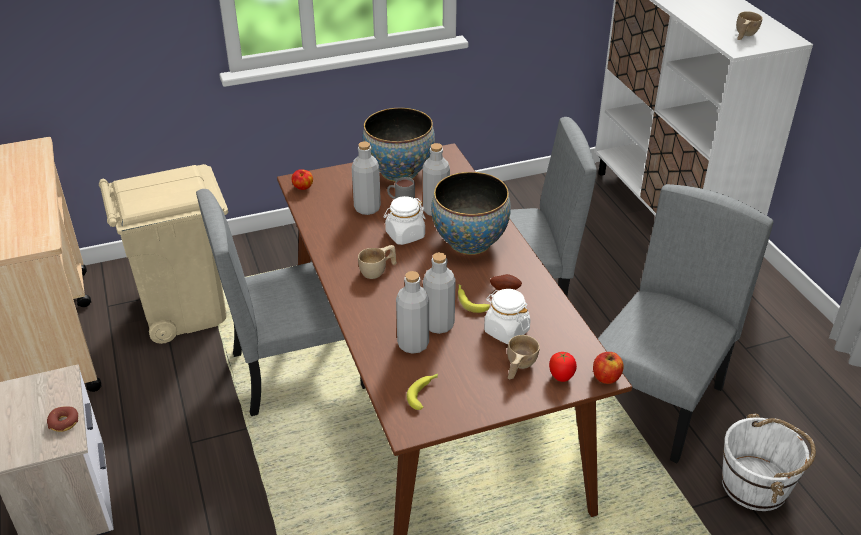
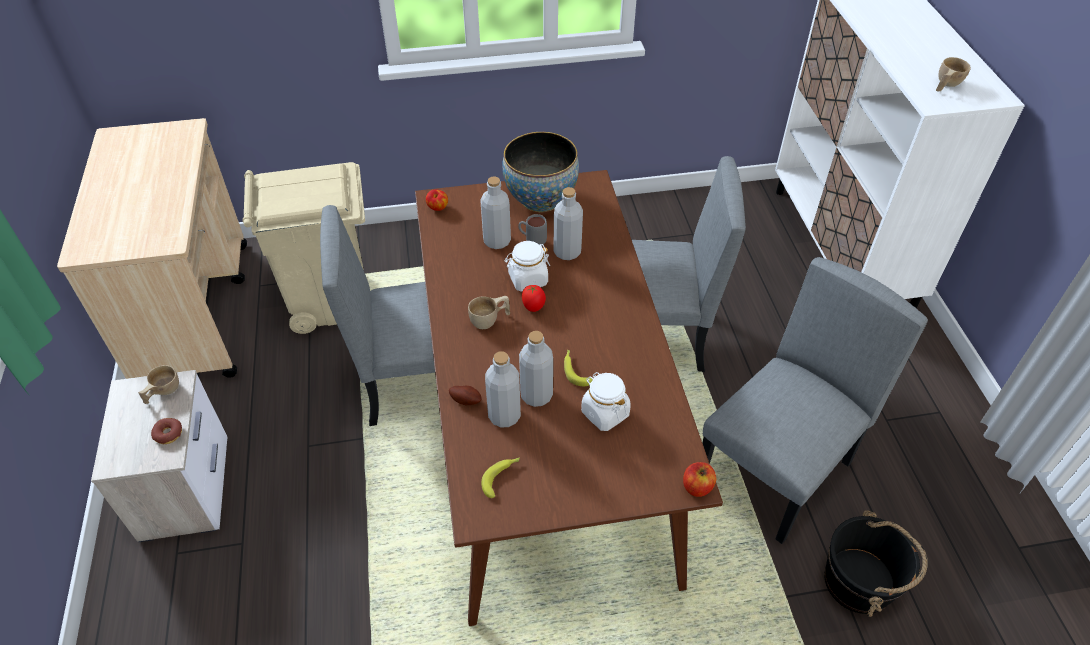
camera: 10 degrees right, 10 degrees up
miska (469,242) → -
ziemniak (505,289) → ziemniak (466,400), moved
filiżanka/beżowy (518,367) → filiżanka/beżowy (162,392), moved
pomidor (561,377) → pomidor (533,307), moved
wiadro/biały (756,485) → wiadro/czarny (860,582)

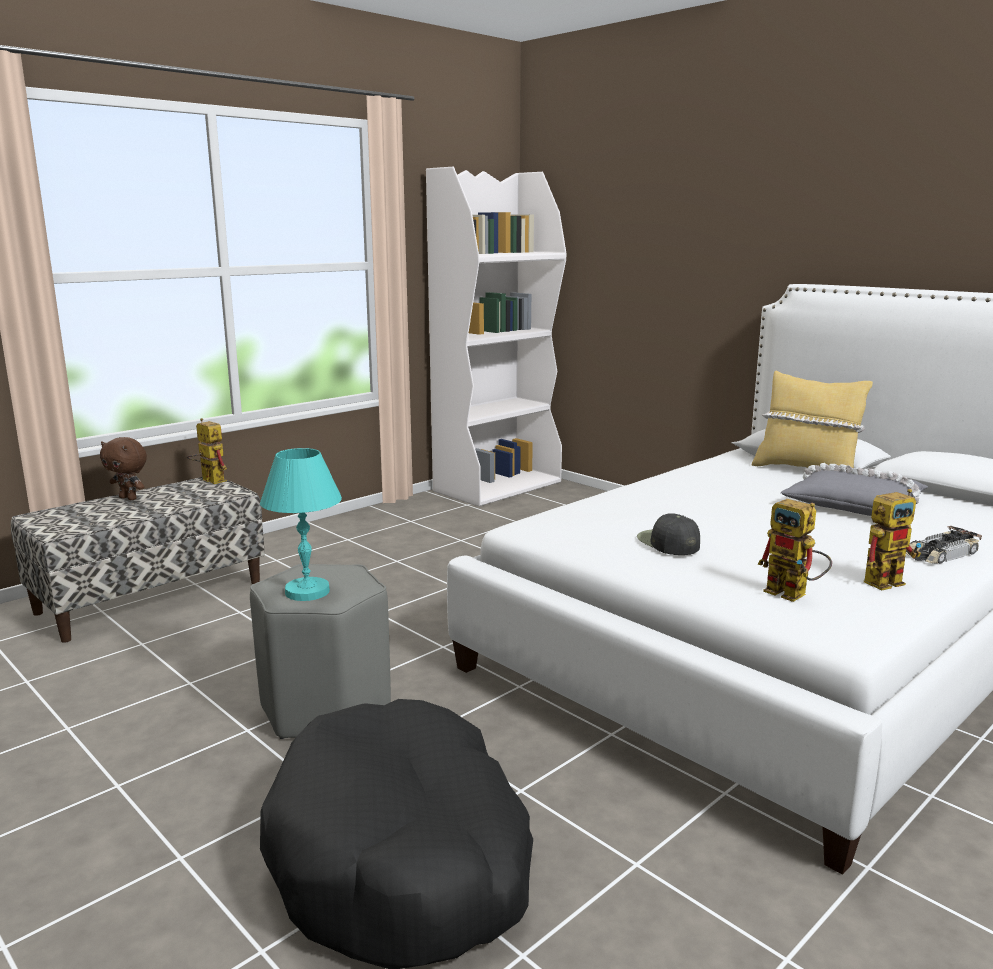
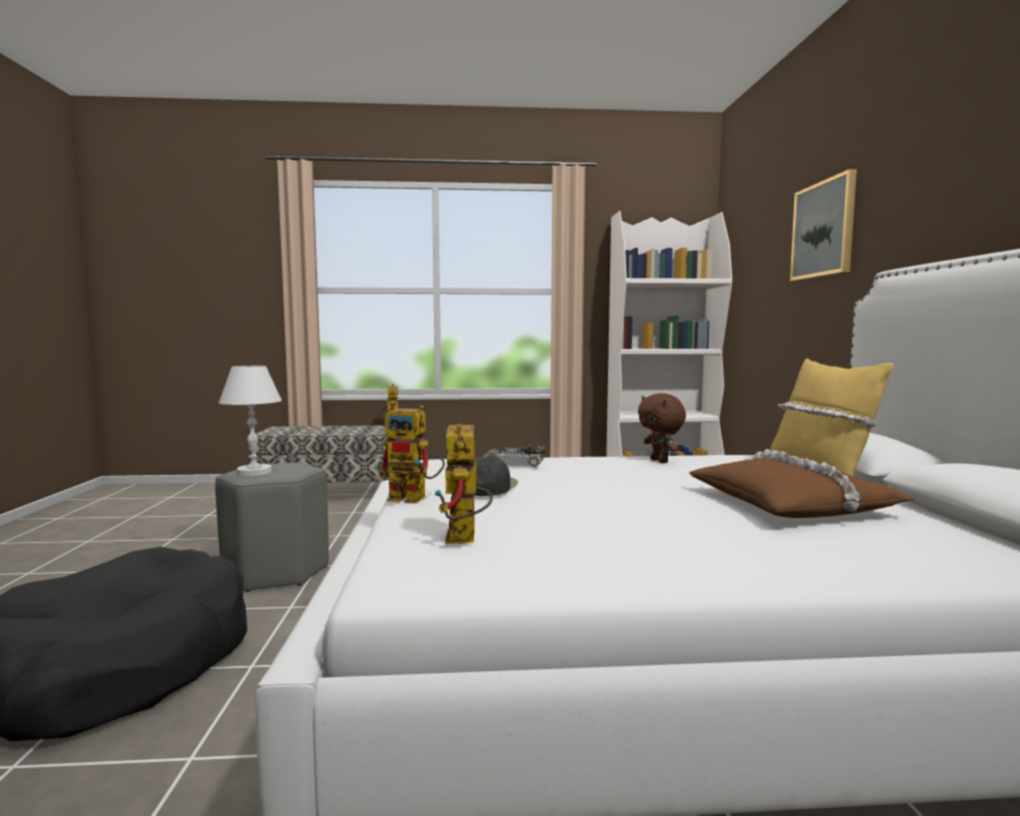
camera: 40 degrees right, 10 degrees down
pluszak/brązowy (129,498) → pluszak/brązowy (660,461), moved
lampa stołowa/turkusowy (307,592) → lampa stołowa/biały (254,472)
poduszka/szary (854,504) → poduszka/brązowy (792,505)
robot zabawkowy (887,580) → robot zabawkowy (415,498), moved
samochodzik (940,554) → samochodzik (511,463), moved
- → obraz (824,229)

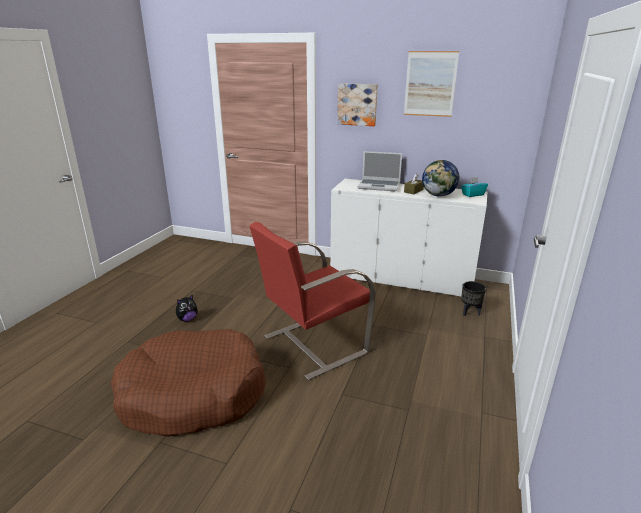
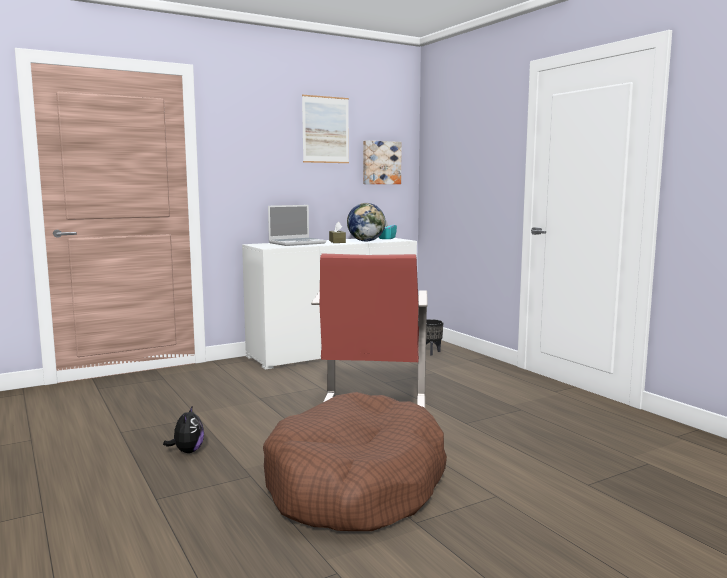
camera: 50 degrees left, 15 degrees down
obraz (357,104) → obraz (381,163), moved

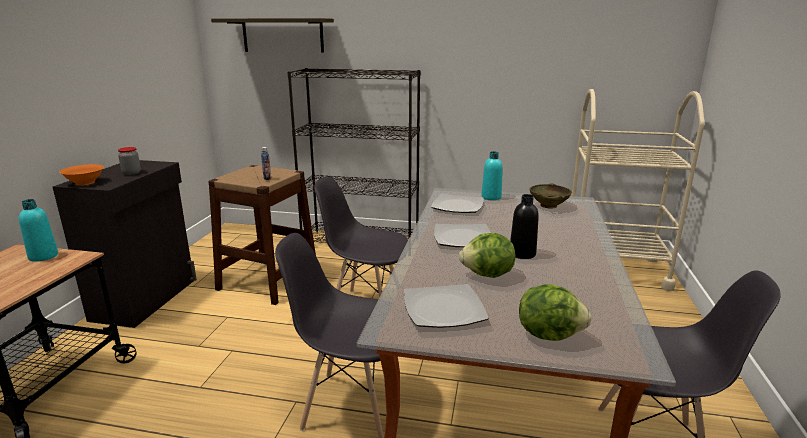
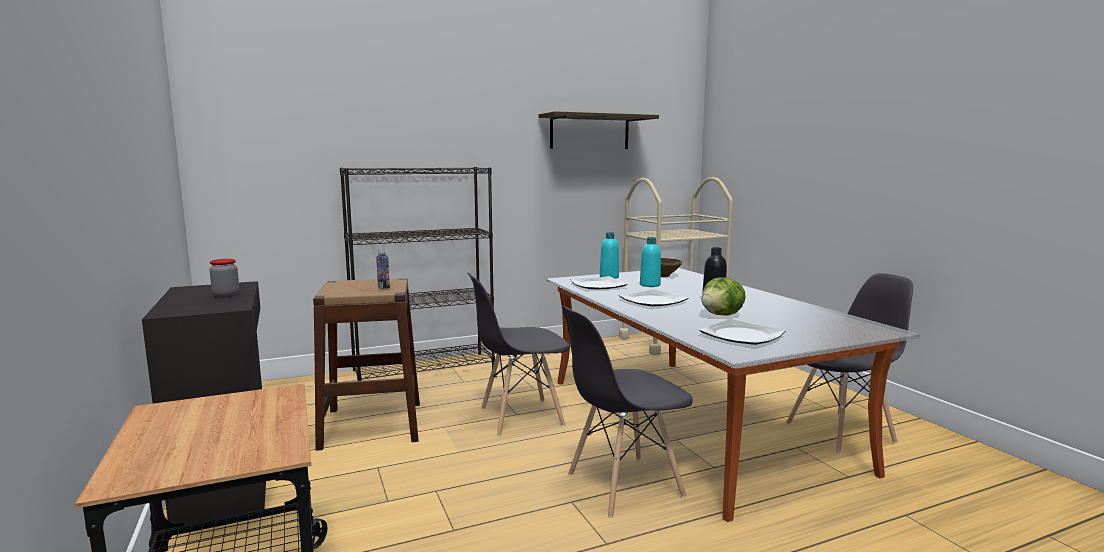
camera: 35 degrees left, 10 degrees down
butelka/turkusowy (43,256) → butelka/turkusowy (650,285), moved
miska/pomarańczowy (85,183) → -
półka (282,35) → półka (589,132), moved
sałata (549,334) → -

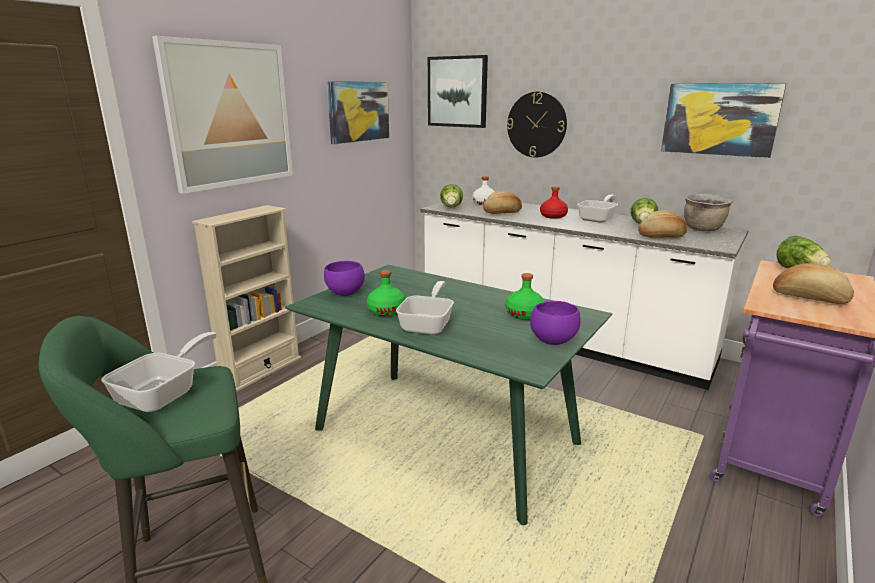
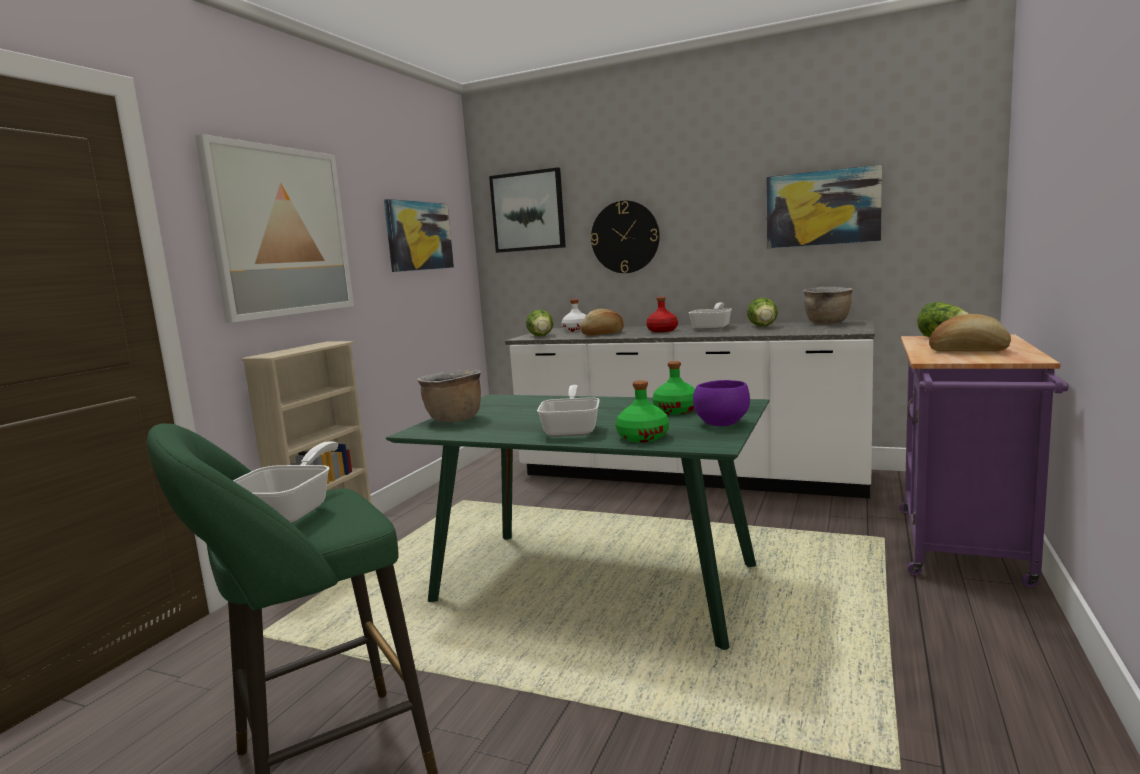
camera: 10 degrees left, 10 degrees down
miska/fioletowy (345,293) → garnek/brązowy (453,419)
butelka/zielony (386,311) → butelka/zielony (642,437), moved
chleb (662,236) → -

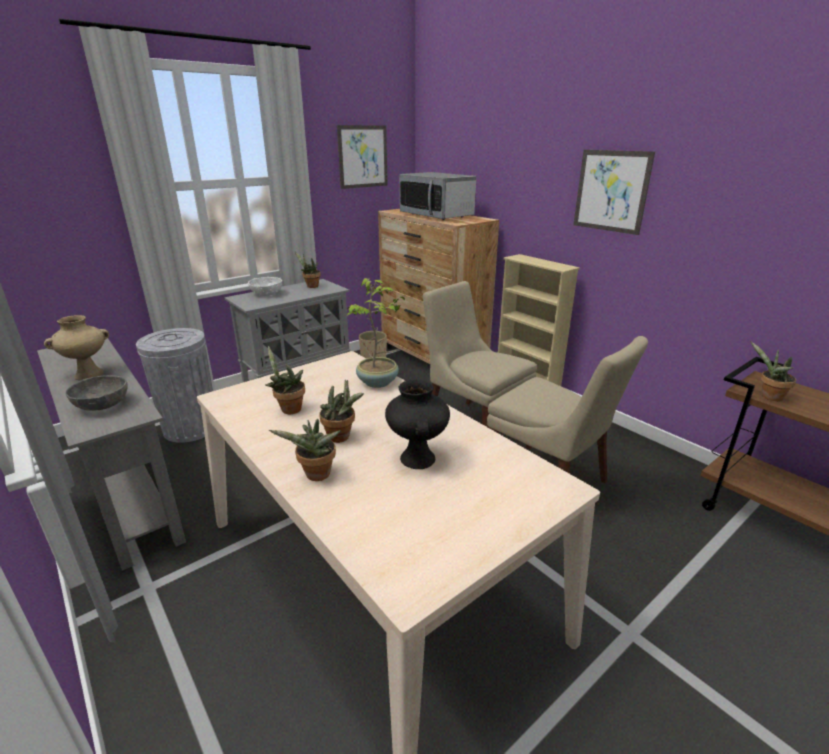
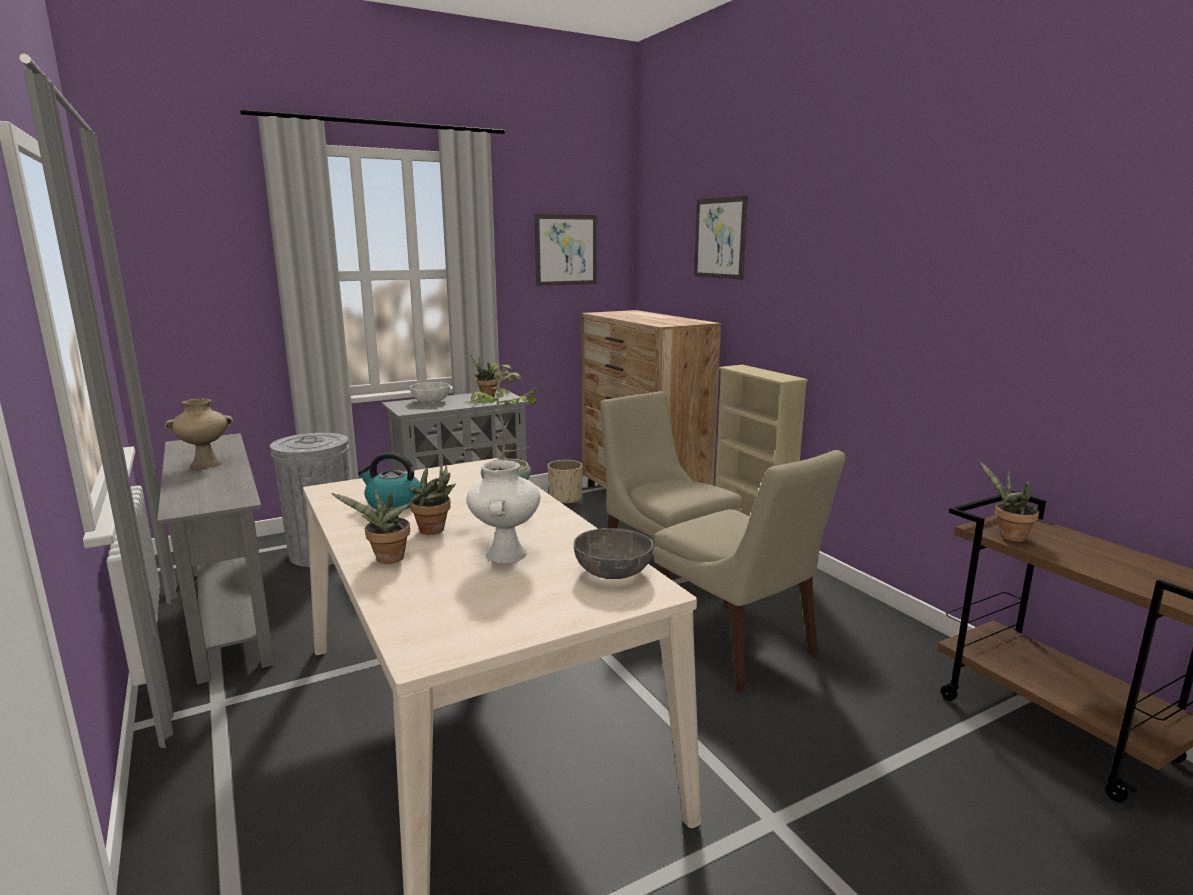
camera: 10 degrees right, 10 degrees down
miska/szary (102,405) → miska/szary (613,572), moved
roślina doniczkowa (288,409) → czajnik (393,503)
wazon/czarny (416,458) → wazon/biały (505,554)
mikrofalówka (436,215) → -
obraz (611,191) → obraz (720,238), moved

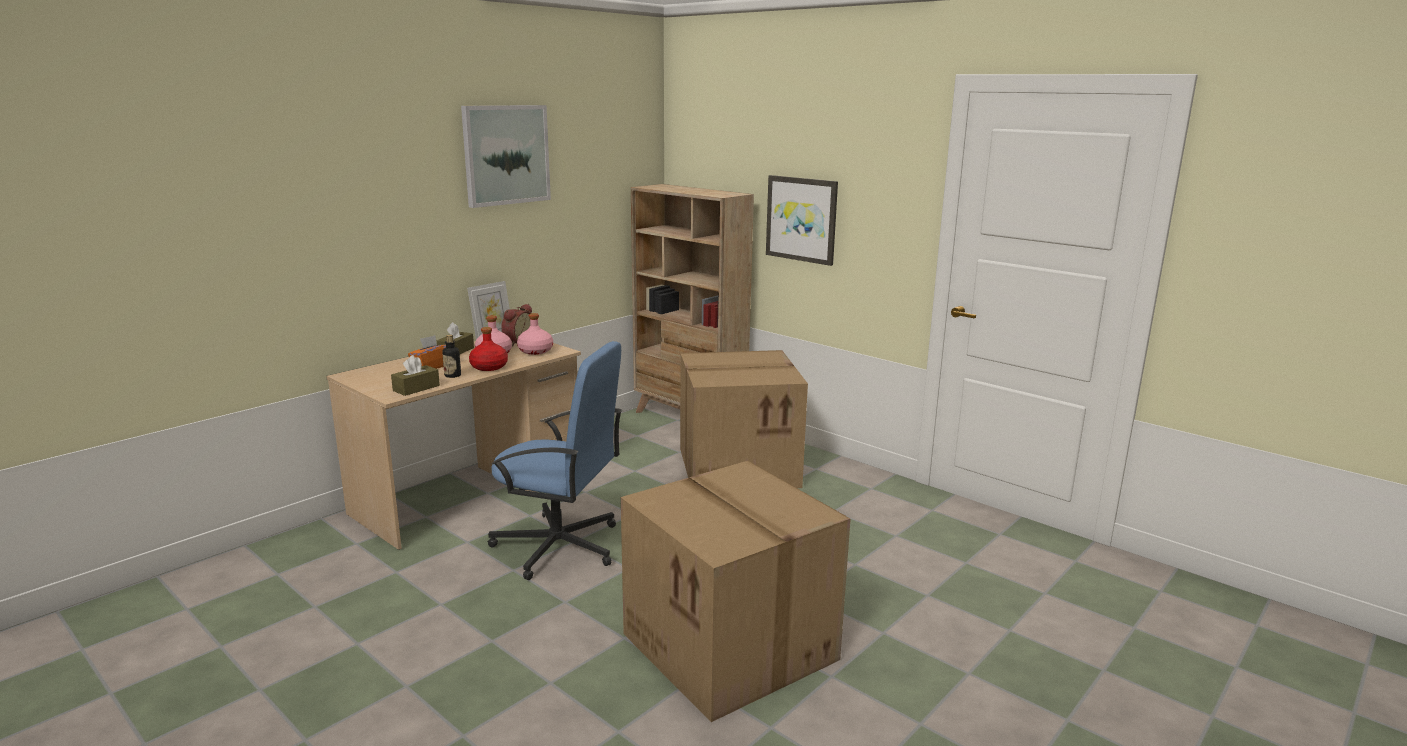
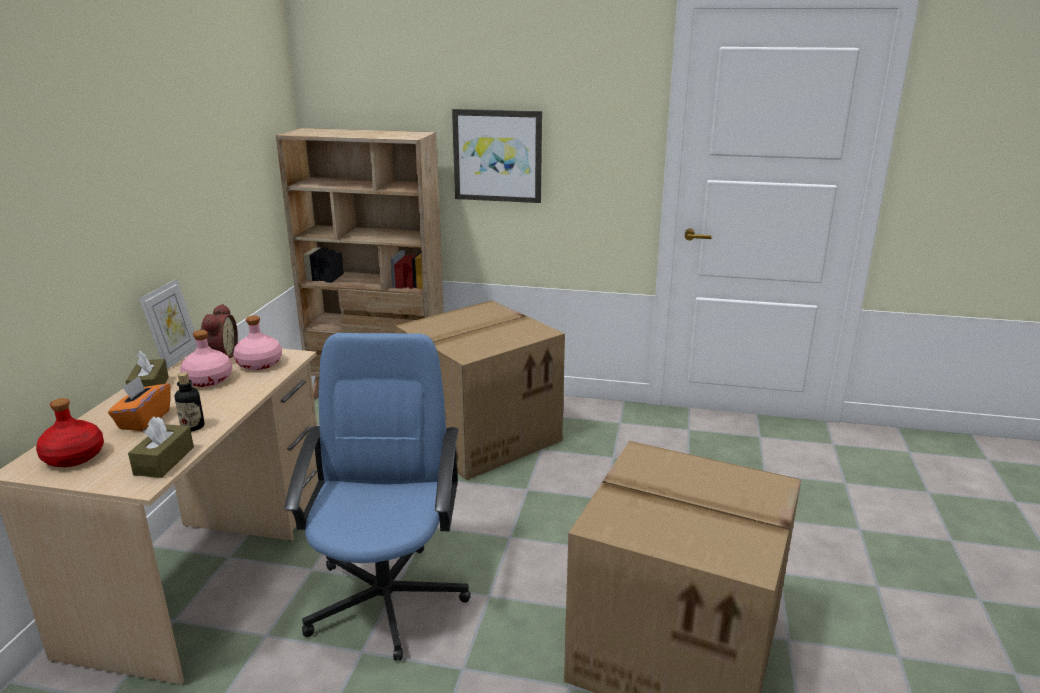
camera: 30 degrees left, 5 degrees up
obraz (506,155) → -
butelka/czerwony (489,367) → butelka/czerwony (74,456), moved
krzesło biurowe/niebieski (559,546) → krzesło biurowe/niebieski (387,598), 75 degrees counterclockwise

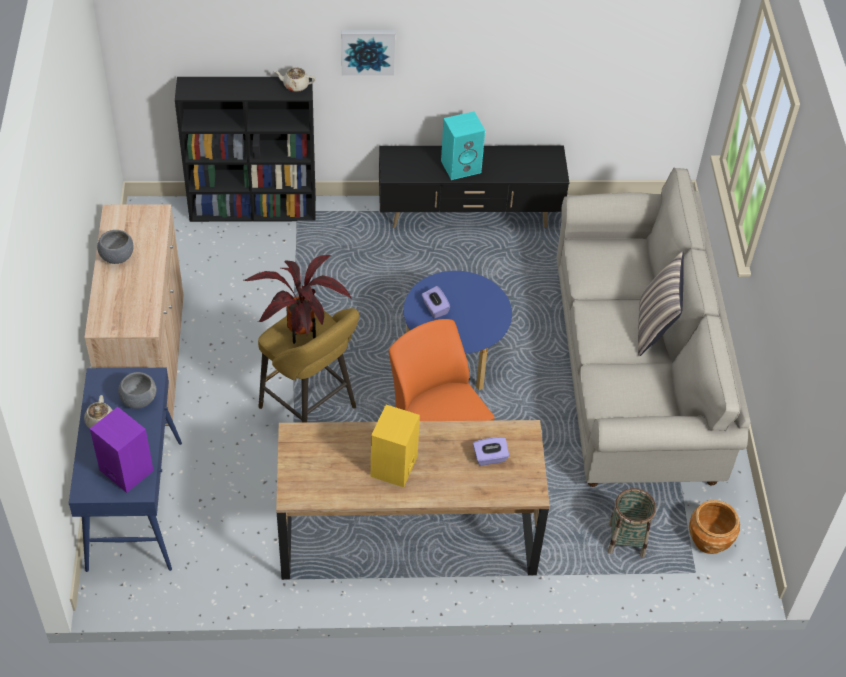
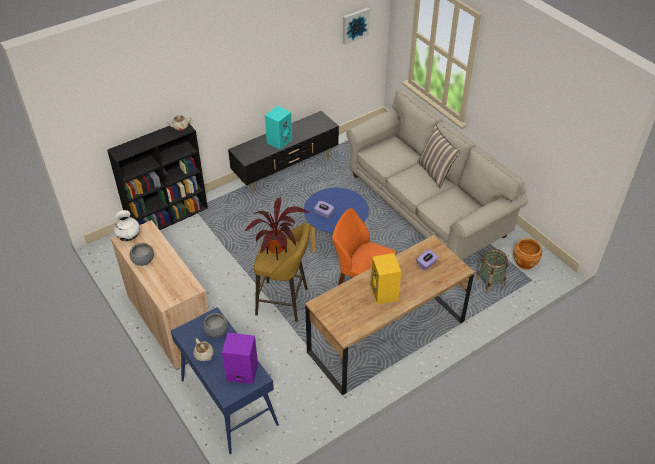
camera: 30 degrees left, 5 degrees down
obraz (367,50) → obraz (355,25), moved
- → wazon/biały (128,237)

